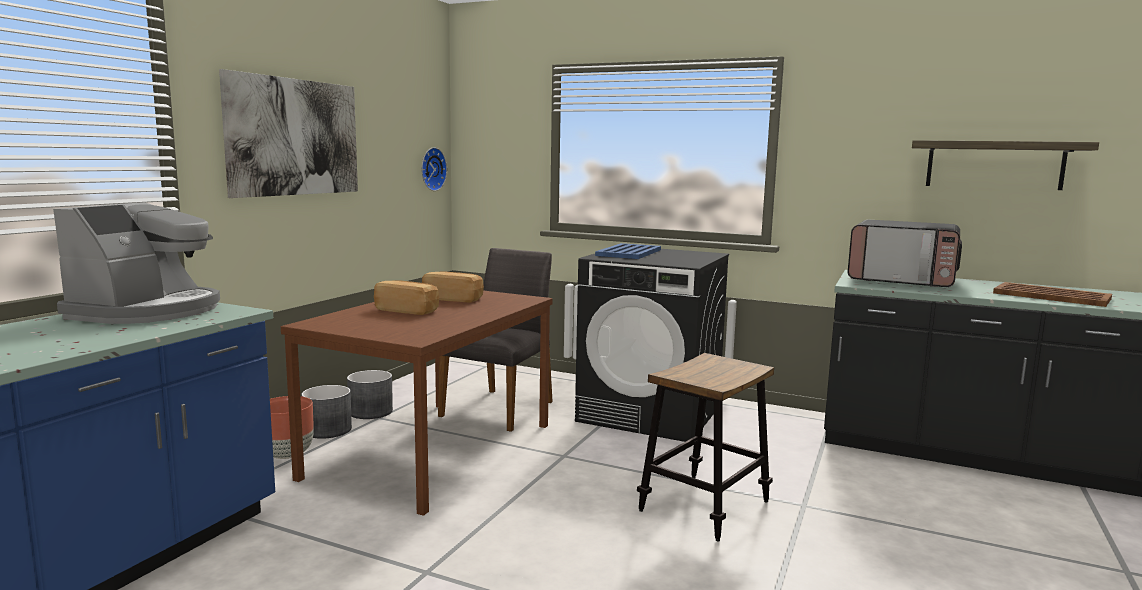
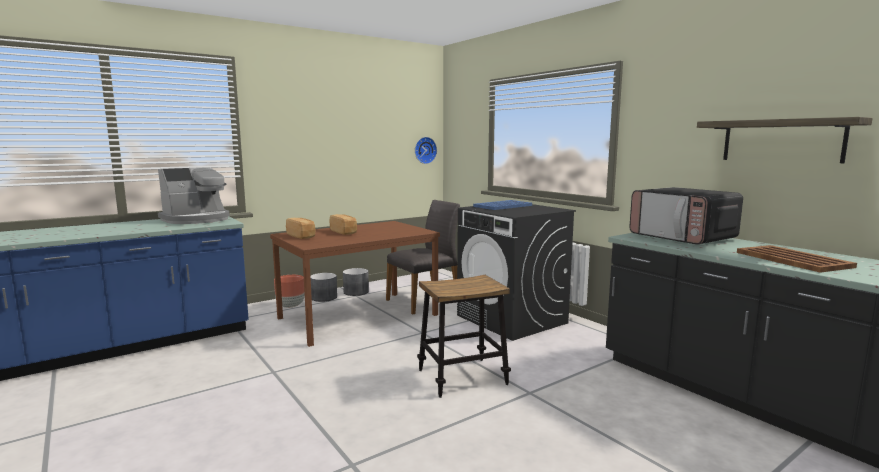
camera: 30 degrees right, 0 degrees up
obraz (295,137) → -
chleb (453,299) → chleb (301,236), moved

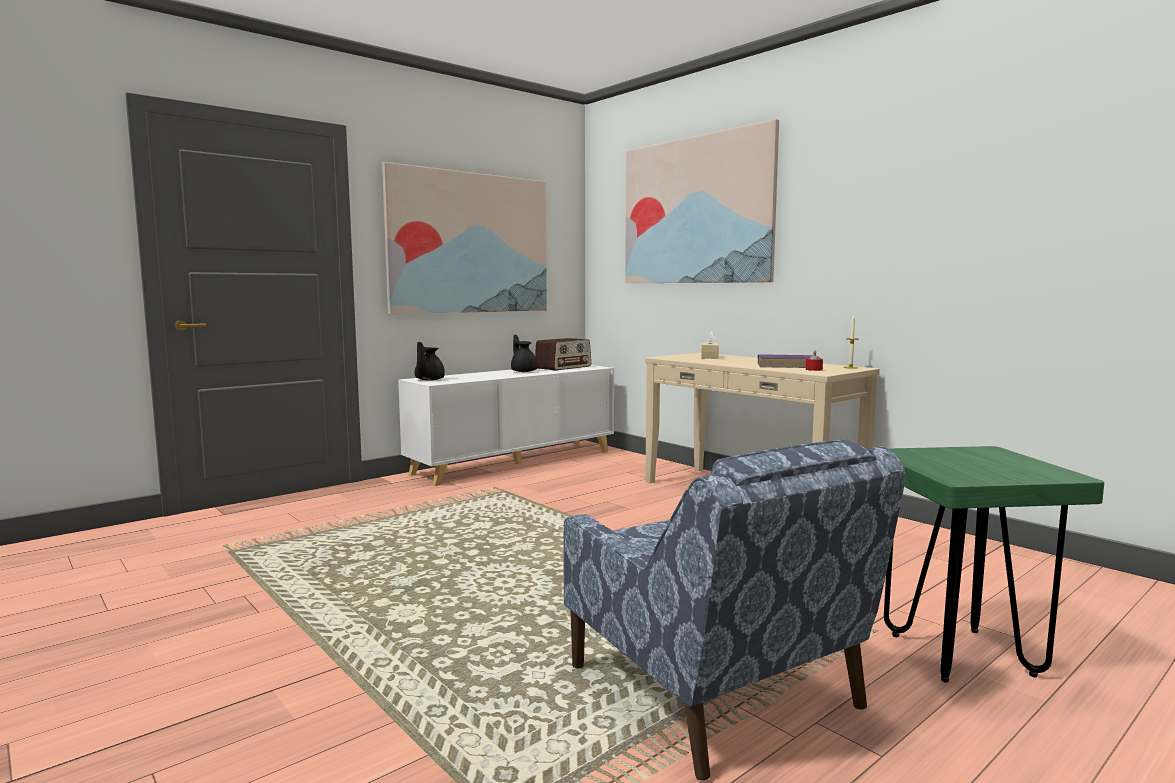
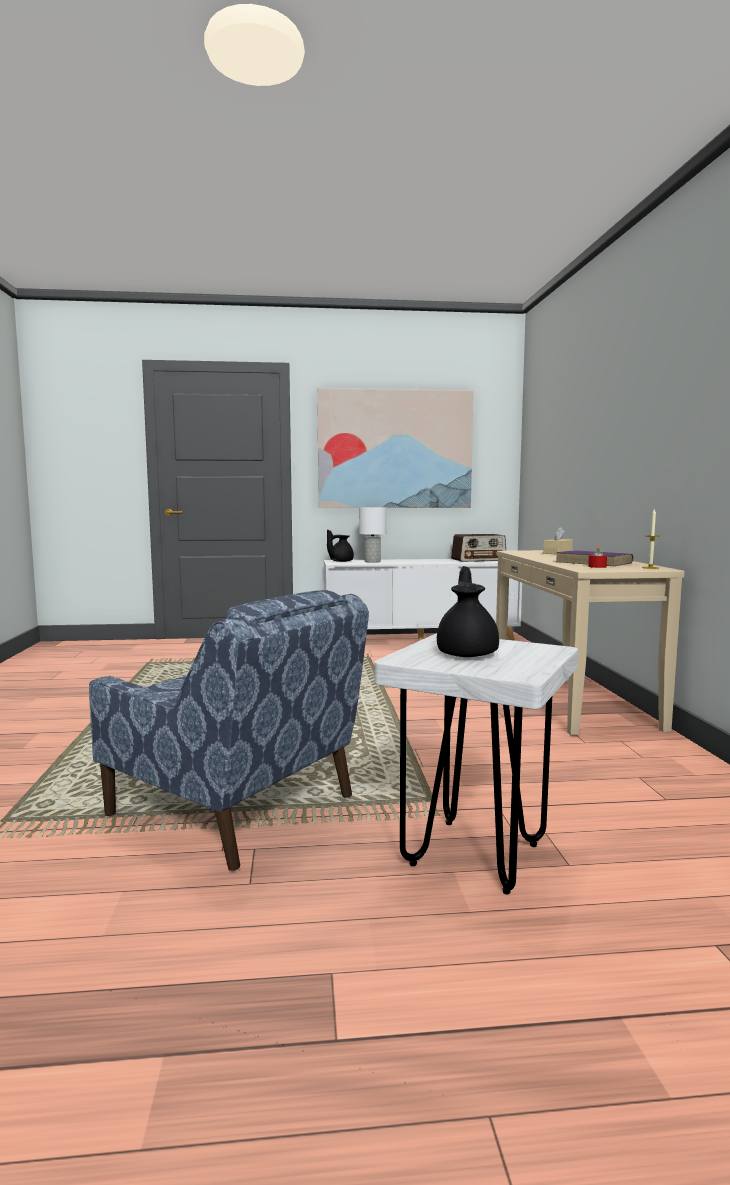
camera: 35 degrees right, 0 degrees up
imbryk/czarny (523,371) → imbryk/czarny (468,653), moved
fotel/niebieski (714,690) → fotel/niebieski (235,807), 60 degrees counterclockwise
obraz (696,211) → -
stołek/zielony (961,654) → stołek/biały (475,854)
- → lampa stołowa/biały (372,561)

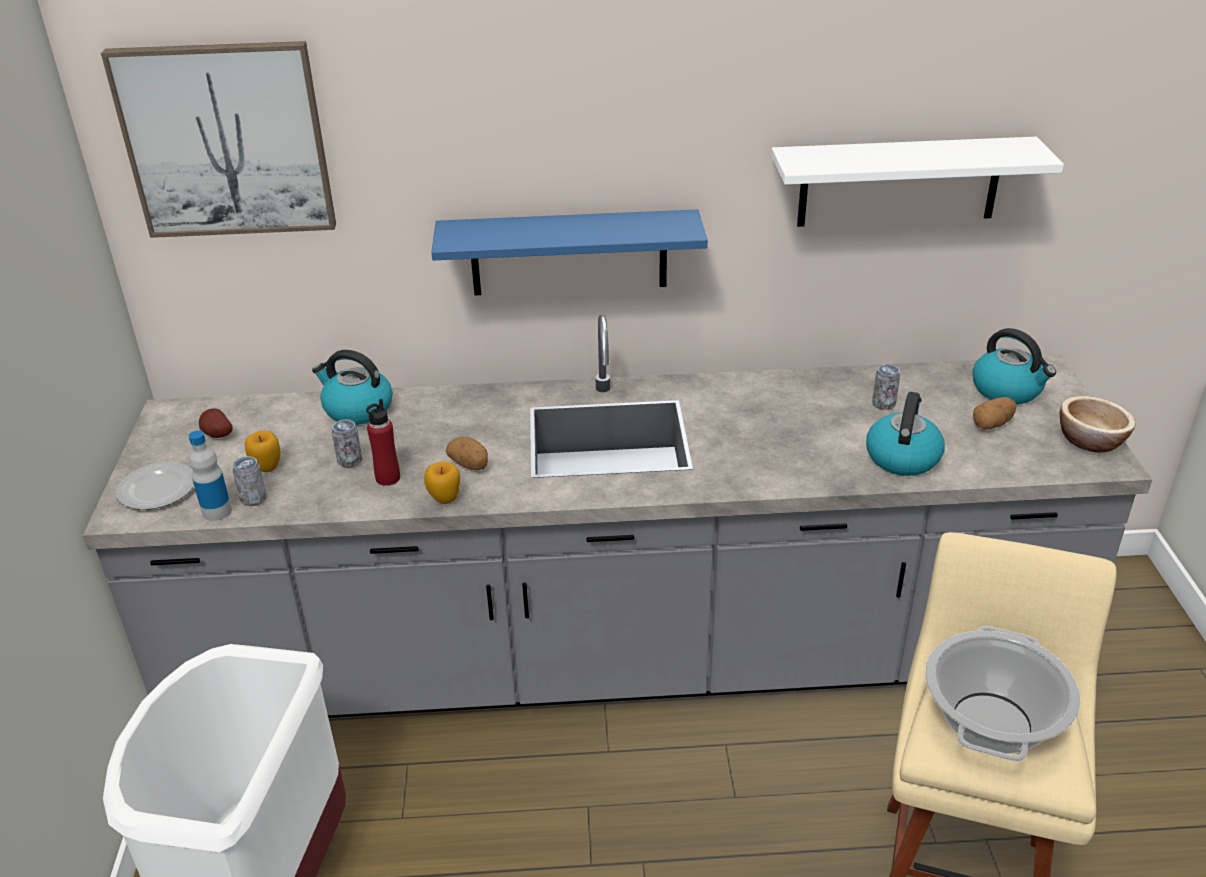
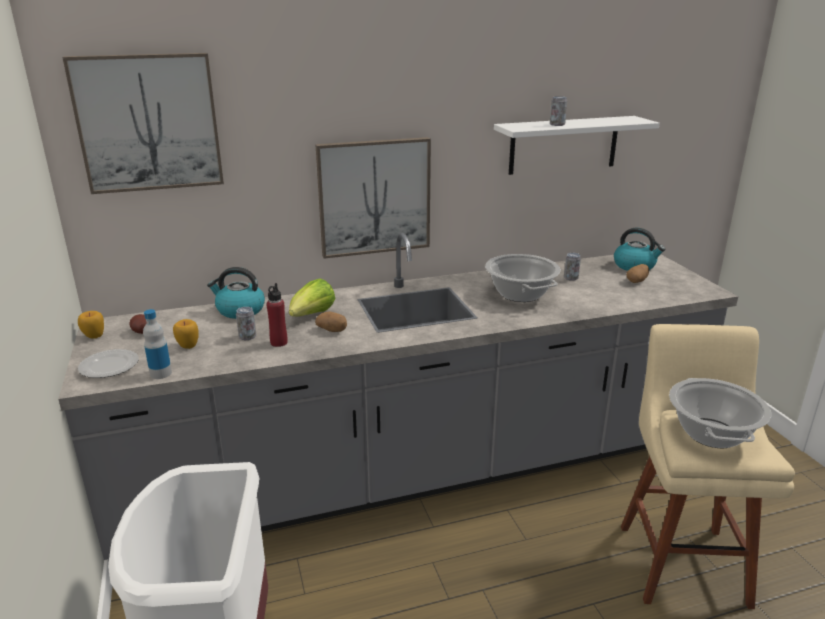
camera: 15 degrees left, 10 degrees down
puszka (253,499) → puszka (557,124), moved
jabłko (445,499) → jabłko (94,336), moved
półka/niebieski (569,253) → obraz (374,197)
czajnik (902,457) → -
miska (1090,440) → -
- → sałata (312,315)
- → garnek (520,294)

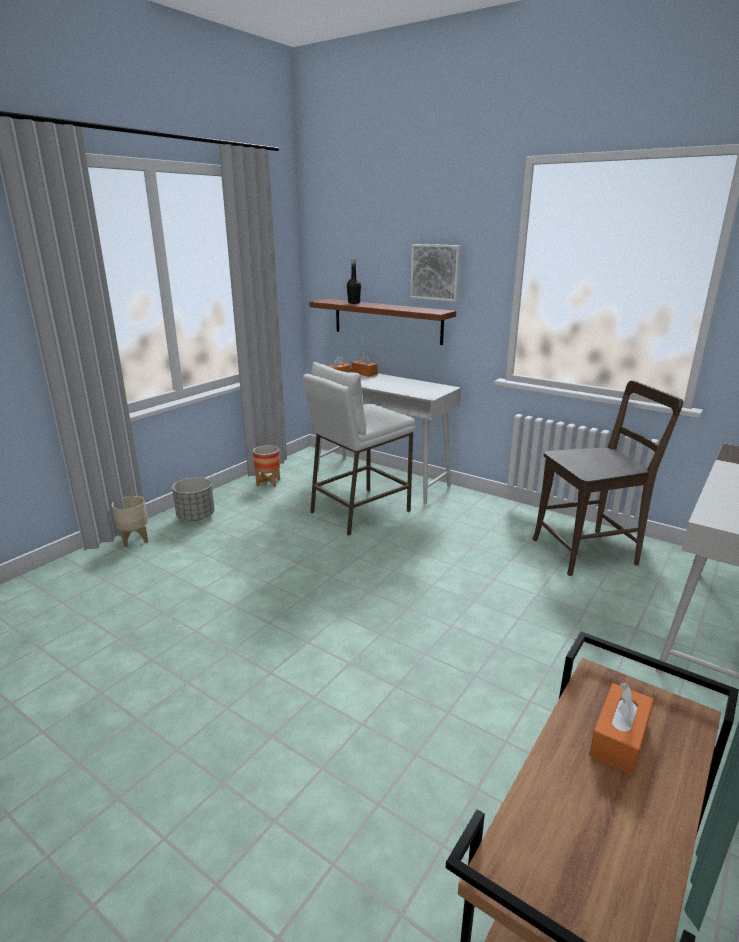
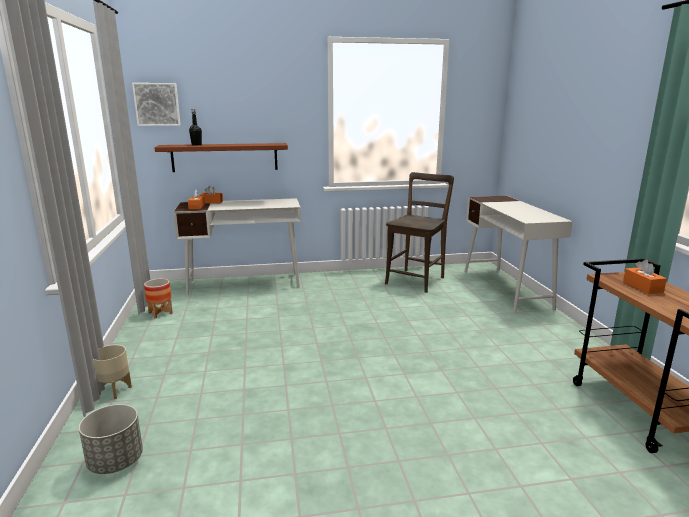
camera: 45 degrees left, 5 degrees down
donica/szary (196,517) → donica/szary (116,461), moved
stołek/biały (359,511) → -
obraz (436,272) → obraz (157,104), moved

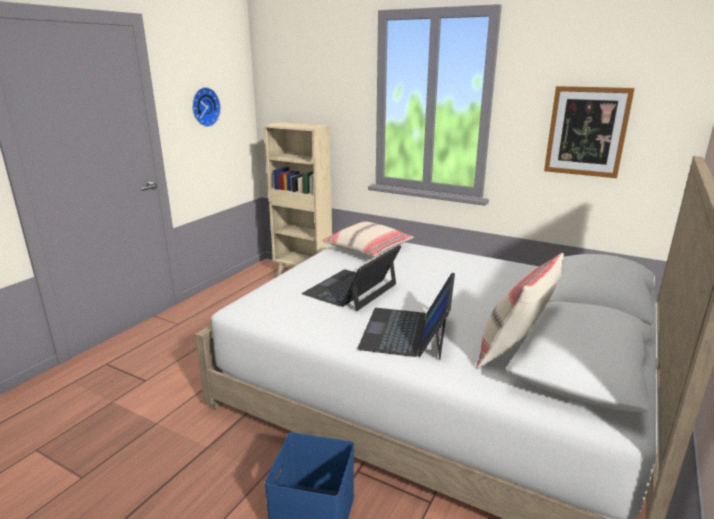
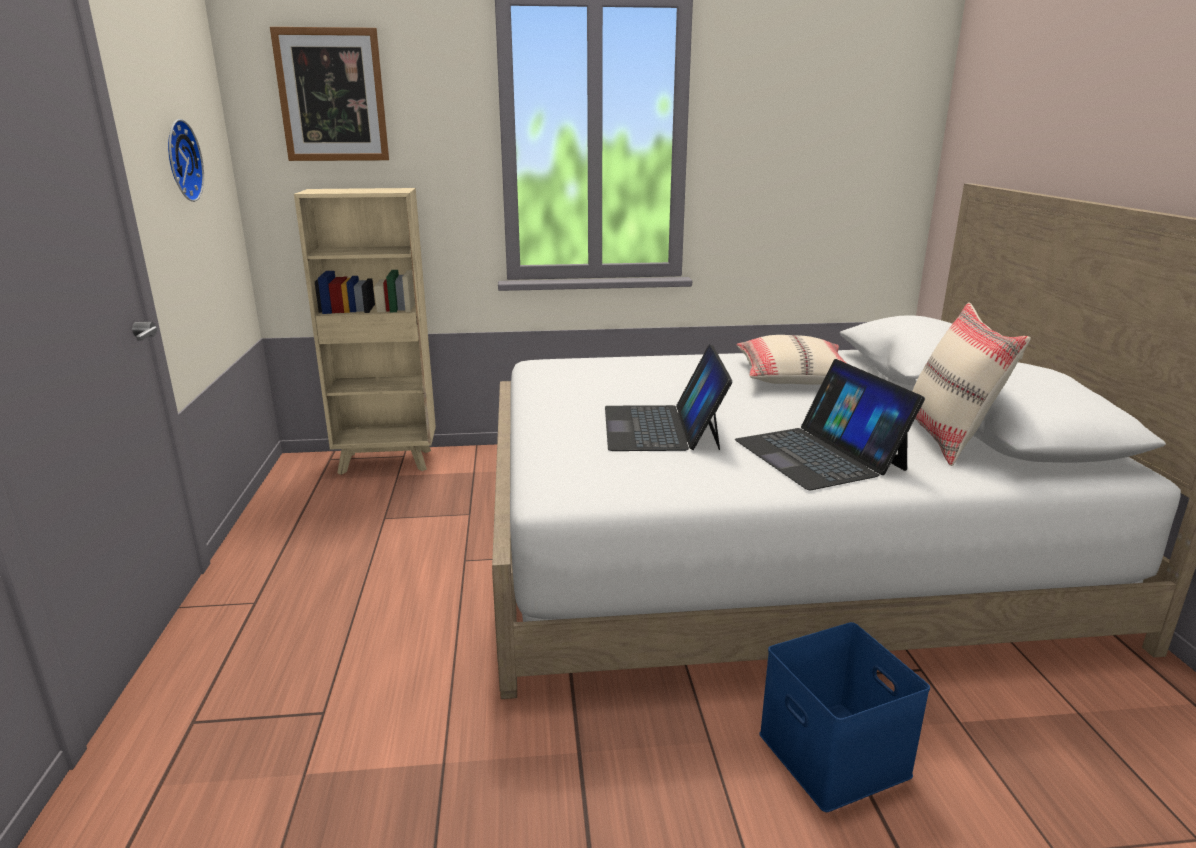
camera: 35 degrees left, 0 degrees up
poduszka/beżowy (367,249) → poduszka/beżowy (795,377), moved
obraz (586,131) → obraz (332,95), moved

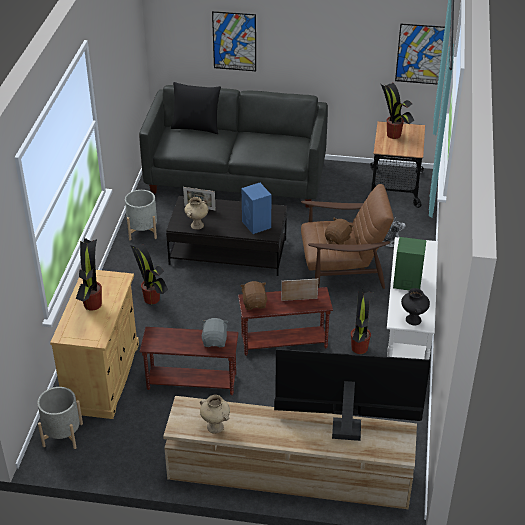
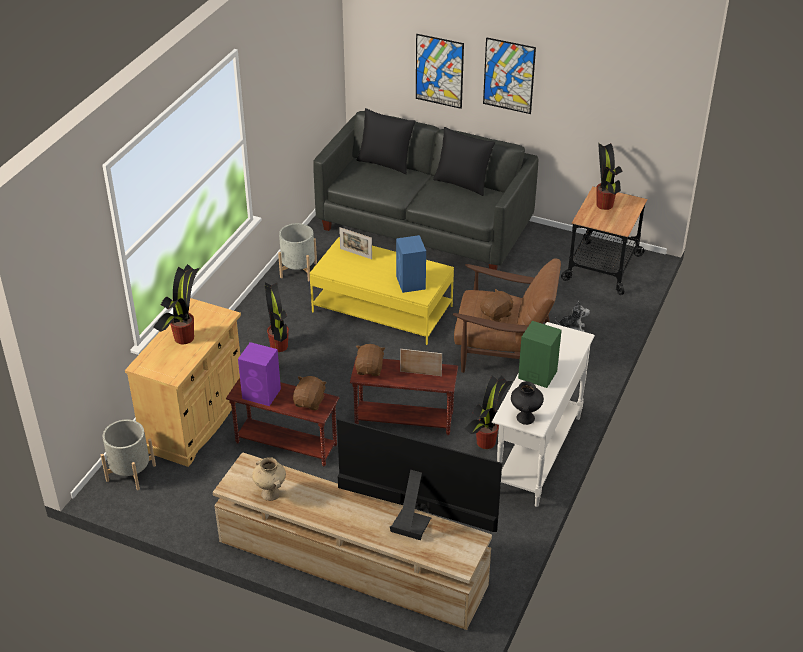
camera: 15 degrees right, 0 degrees up
ława/czarny (228,252) → ława/żółty (382,309)
wazon/beżowy (197,225) → -
pluszak/szary (215,341) → pluszak/brązowy (310,402)
obraz (420,54) → obraz (509,75), moved
- → głośnik/fioletowy (262,394)
- → poduszka/czarny (462,183)

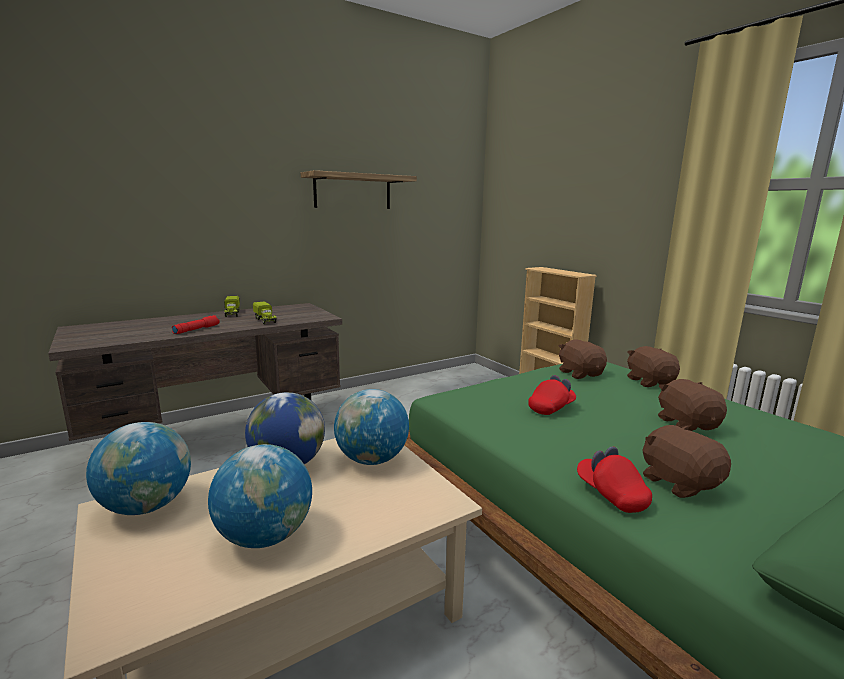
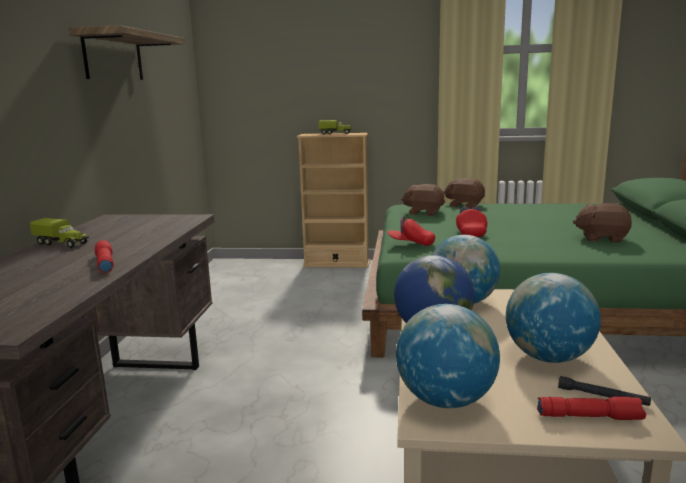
camera: 50 degrees left, 0 degrees up
ciężarówka zabawkowa (265,320) → ciężarówka zabawkowa (335,133), moved
czapka z daszkiem/czerwony (611,494) → czapka z daszkiem/czerwony (411,244), moved
pluszak/brązowy (687,424) → -
- → latarka/czerwony (589,416)
- → latarka/czarny (602,397)

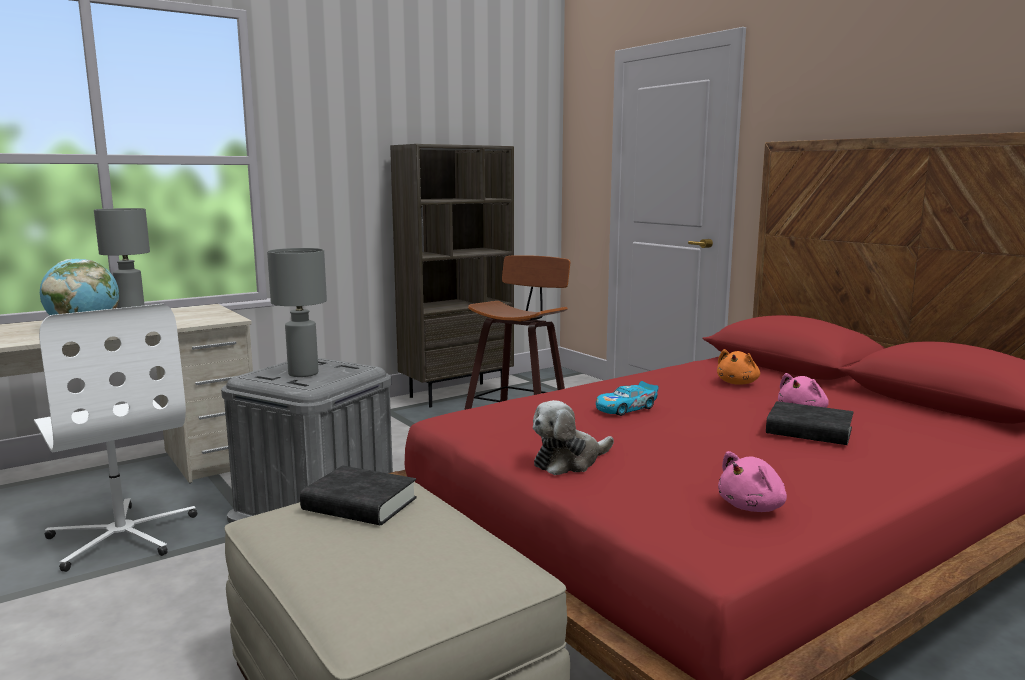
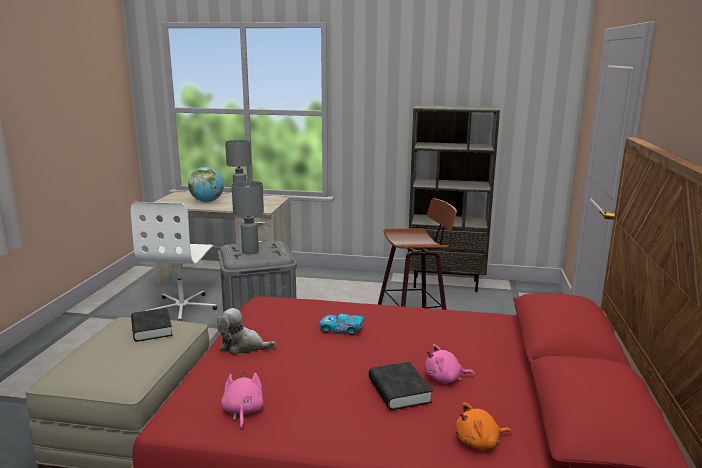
camera: 45 degrees right, 5 degrees up
pluszak/pomarańczowy (738,383) → pluszak/pomarańczowy (479,442), moved
pluszak/różowy (753,507) → pluszak/różowy (242,411), 75 degrees clockwise

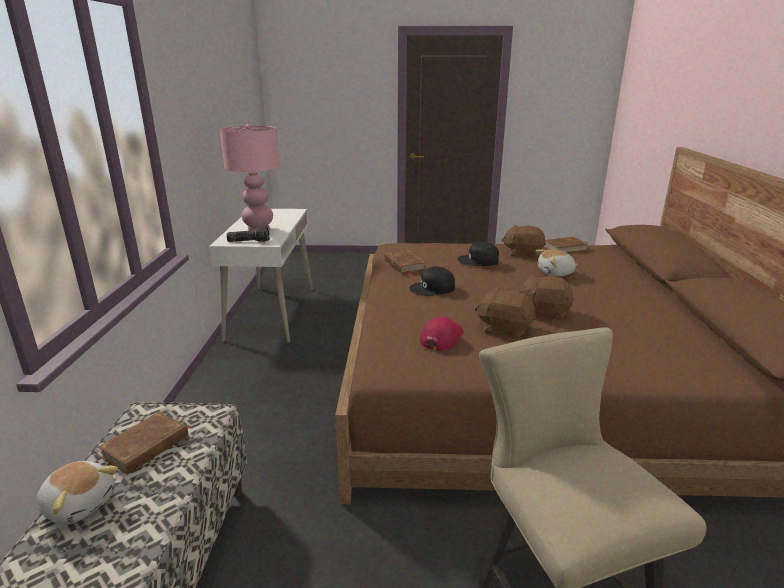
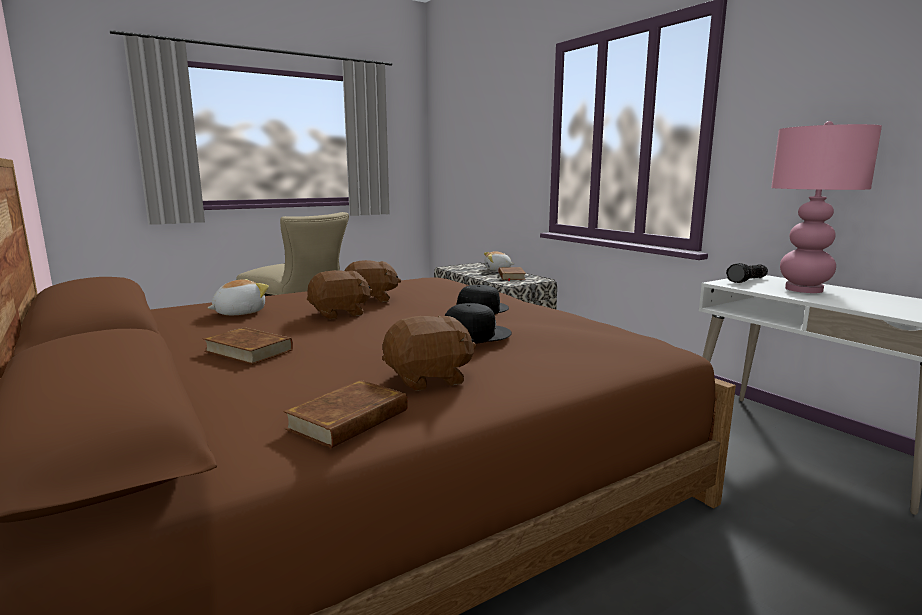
camera: 145 degrees right, 10 degrees down
książka/brązowy (404,265) → książka/brązowy (248,350), moved
czapka z daszkiem/czerwony (442,337) → -
pluszak (556,273) → pluszak (239,313), moved

